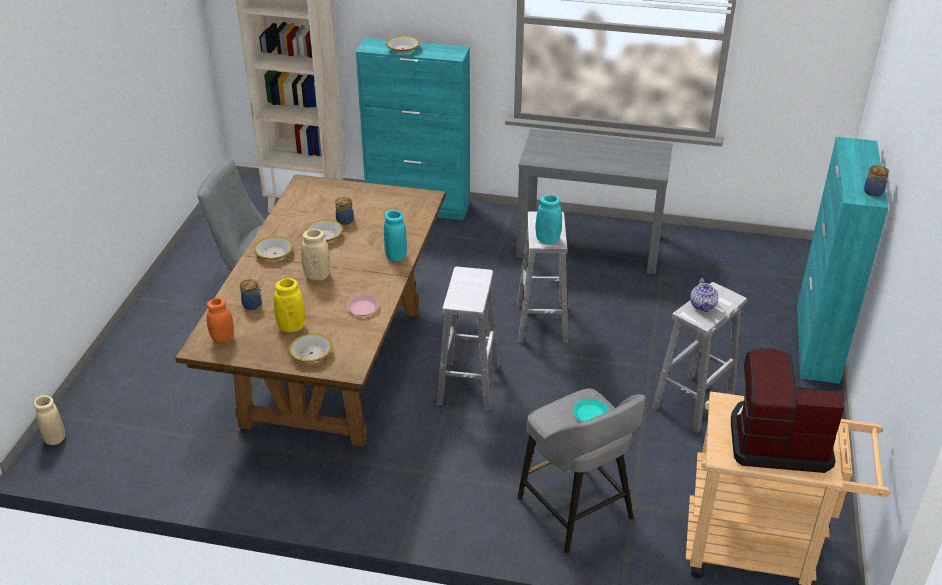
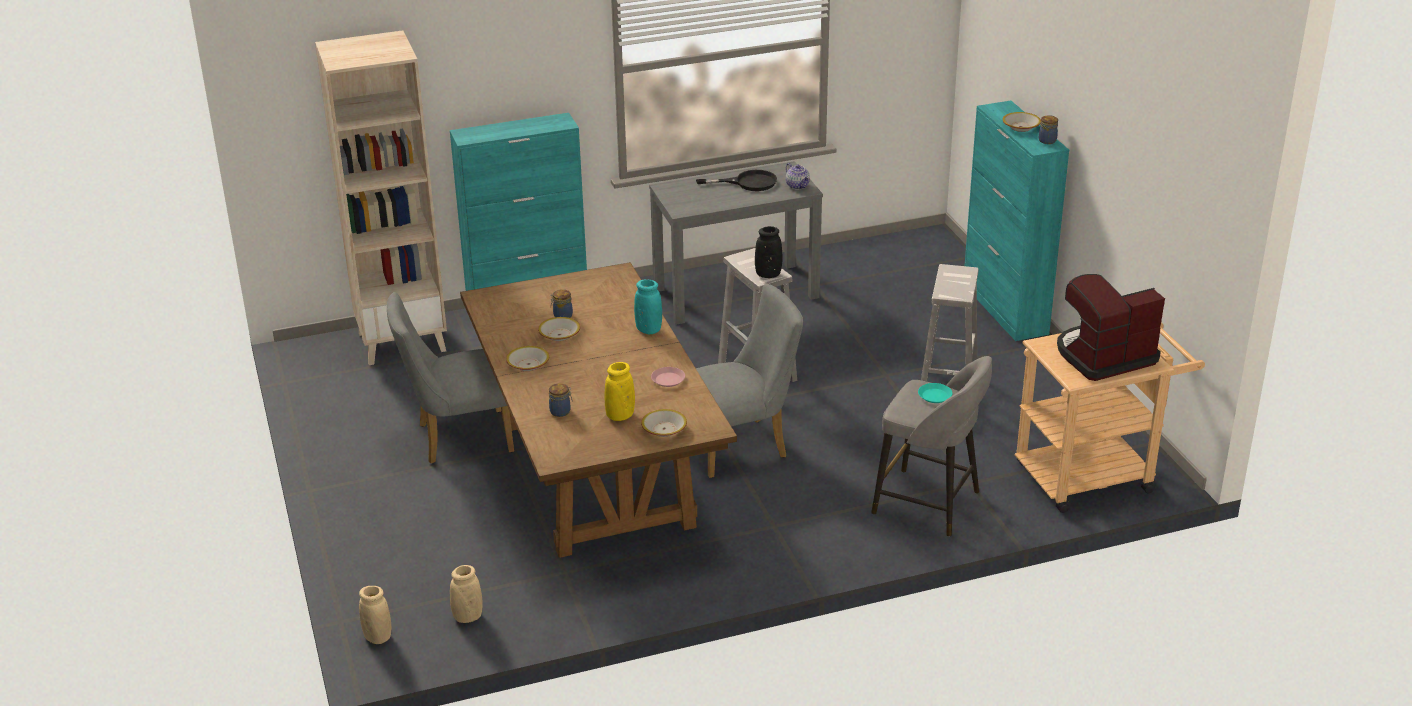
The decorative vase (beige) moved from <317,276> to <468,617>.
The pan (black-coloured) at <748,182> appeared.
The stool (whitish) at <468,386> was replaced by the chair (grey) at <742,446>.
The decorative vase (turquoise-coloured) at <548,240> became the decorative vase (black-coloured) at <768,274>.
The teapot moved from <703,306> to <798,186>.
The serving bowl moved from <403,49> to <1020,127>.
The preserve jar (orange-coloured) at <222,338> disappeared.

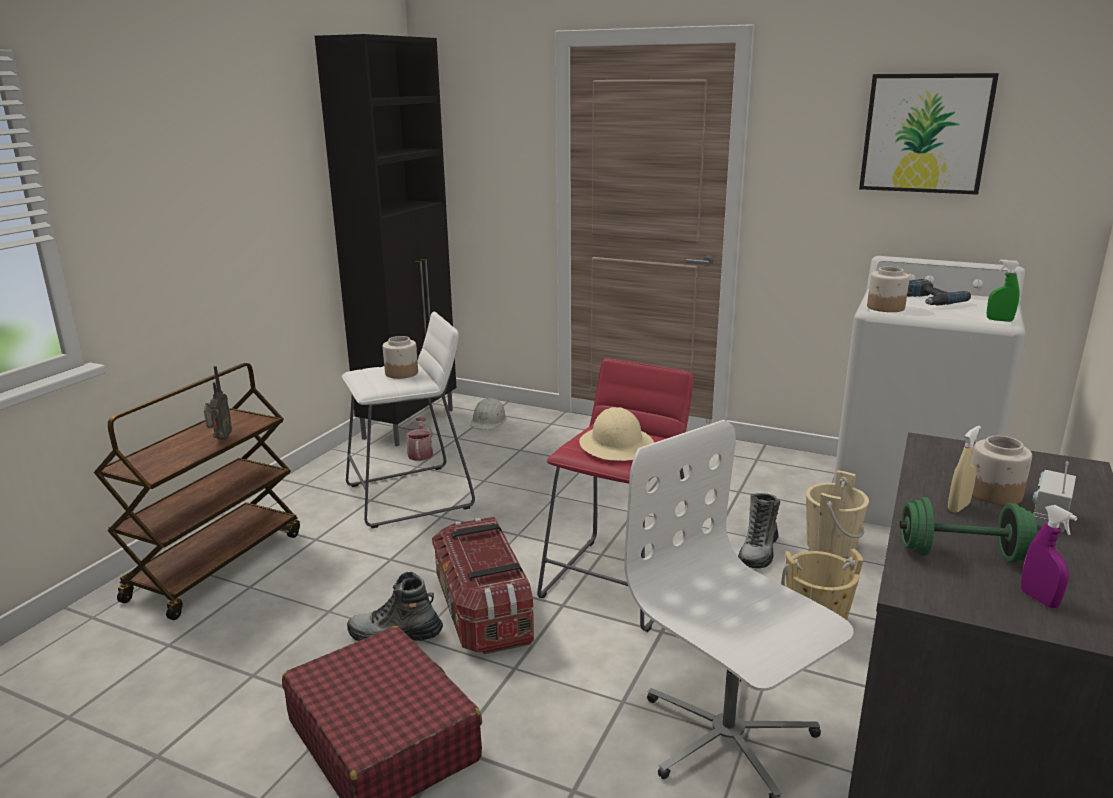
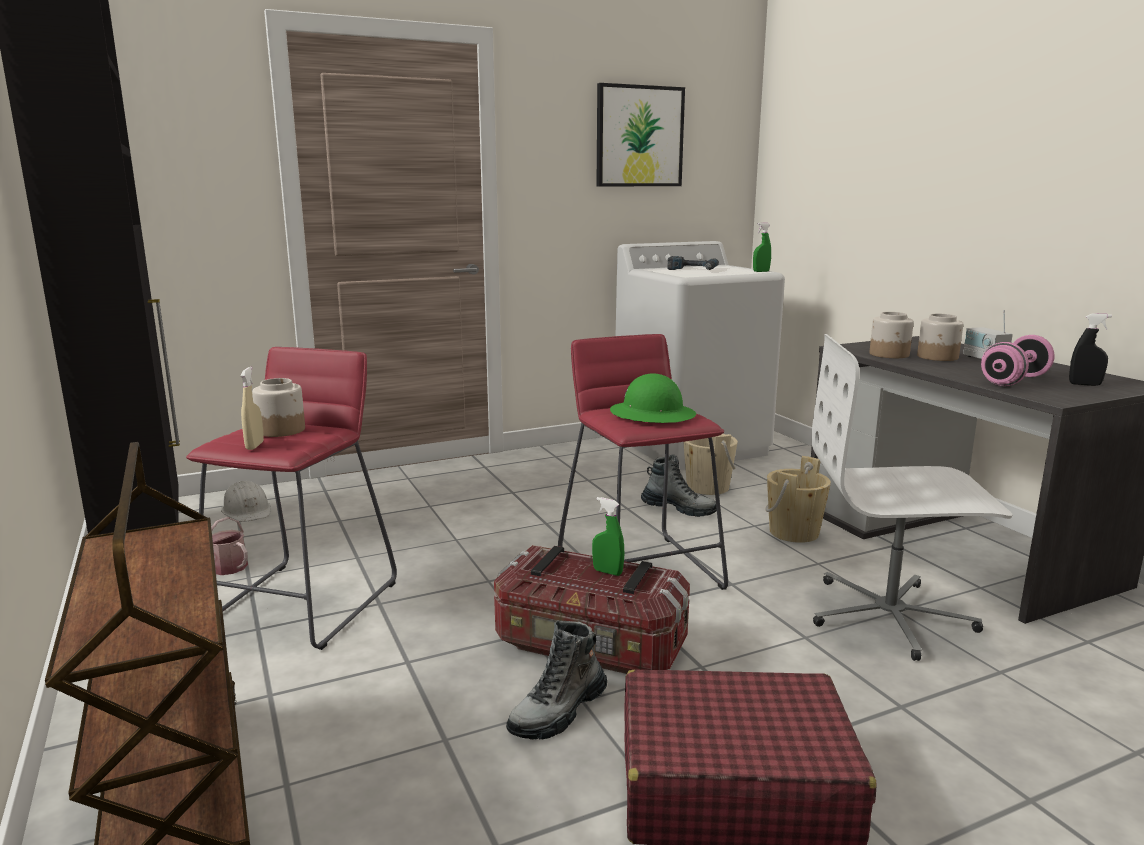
The stool (whitish) at <410,496> became the stool (red) at <302,604>.
The hand sprayer (beige) moved from <958,507> to <254,446>.
The hand sprayer (green-coloured) at <607,572> appeared.
The hard hat (beige) at <617,446> became the hard hat (green-coloured) at <652,415>.
The tall boot at <758,551> turned 45 degrees counterclockwise.
The preserve jar moved from <885,307> to <889,354>.
The hand weight (green-coloured) at <961,554> became the hand weight (pink-coloured) at <1014,380>.
The hand sprayer (purple) at <1039,599> became the hand sprayer (black-coloured) at <1085,384>.
The radio at <220,439> disappeared.

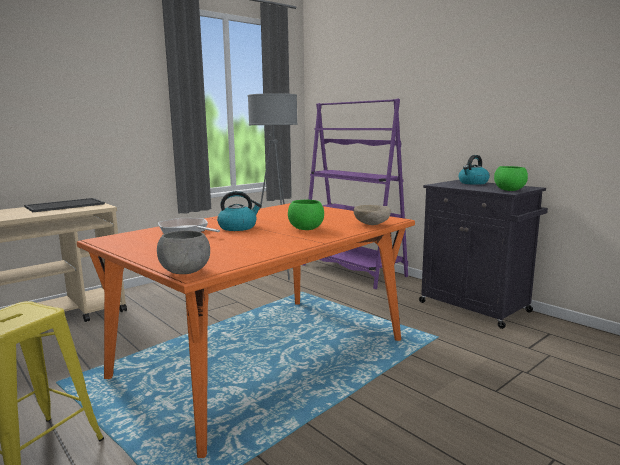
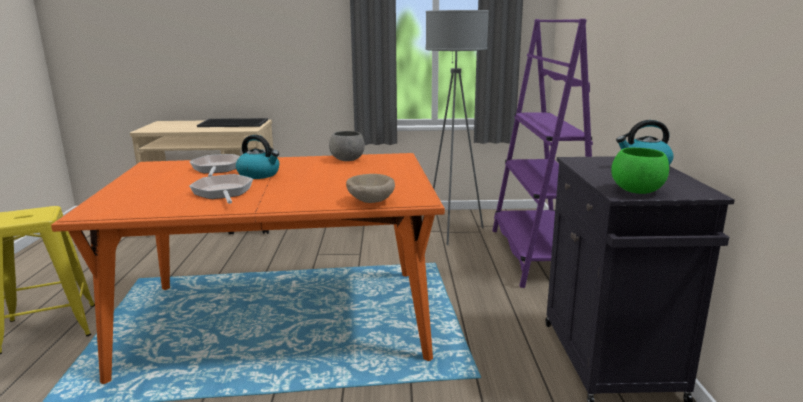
The pan at <223,193> appeared.
The serving bowl (grey) moved from <186,272> to <348,160>.
The serving bowl (green-coloured) at <306,229> disappeared.

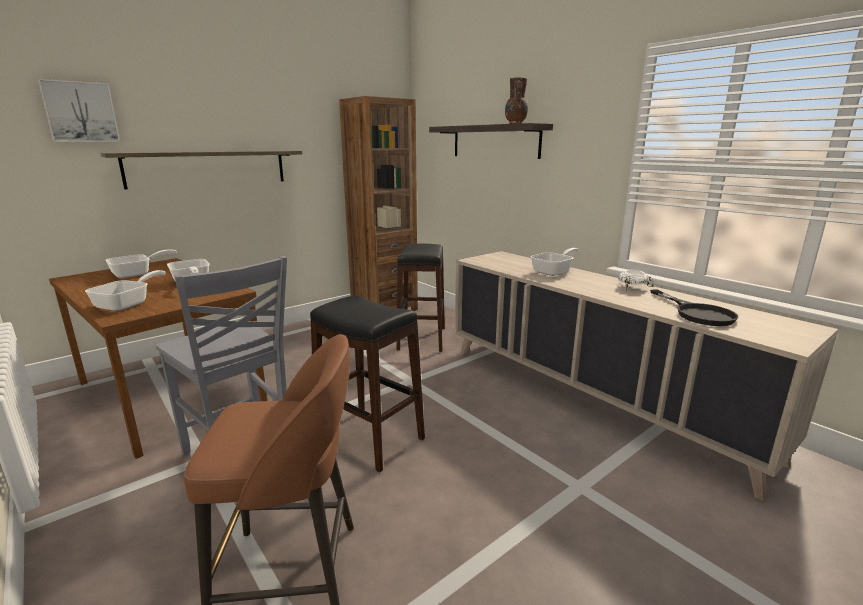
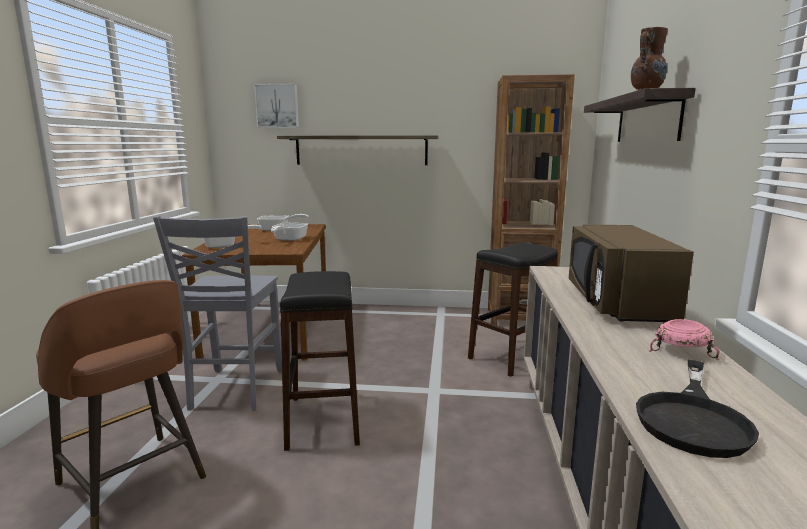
The pan at <554,271> was replaced by the kitchen microwave (brown) at <616,303>.
The serving bowl (whitish) at <632,287> became the serving bowl (pink-coloured) at <682,350>.

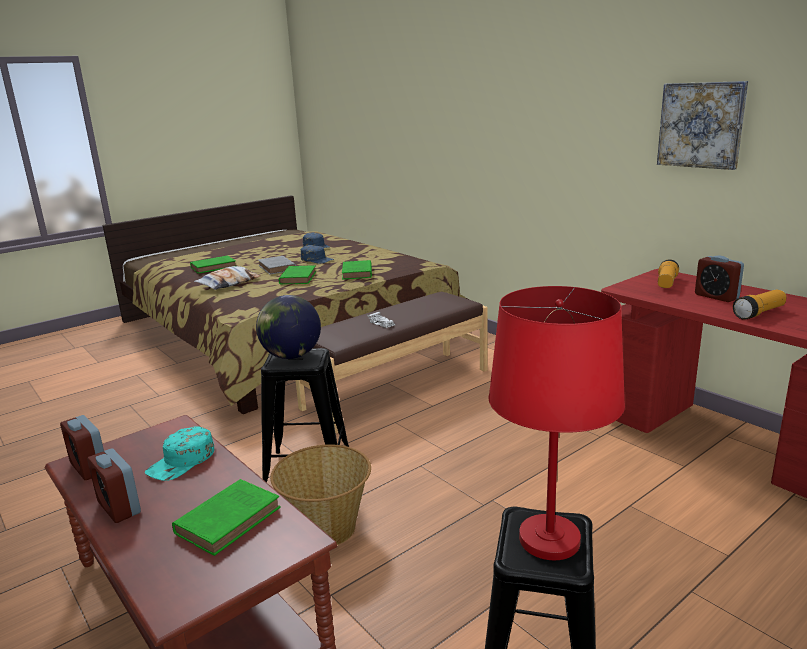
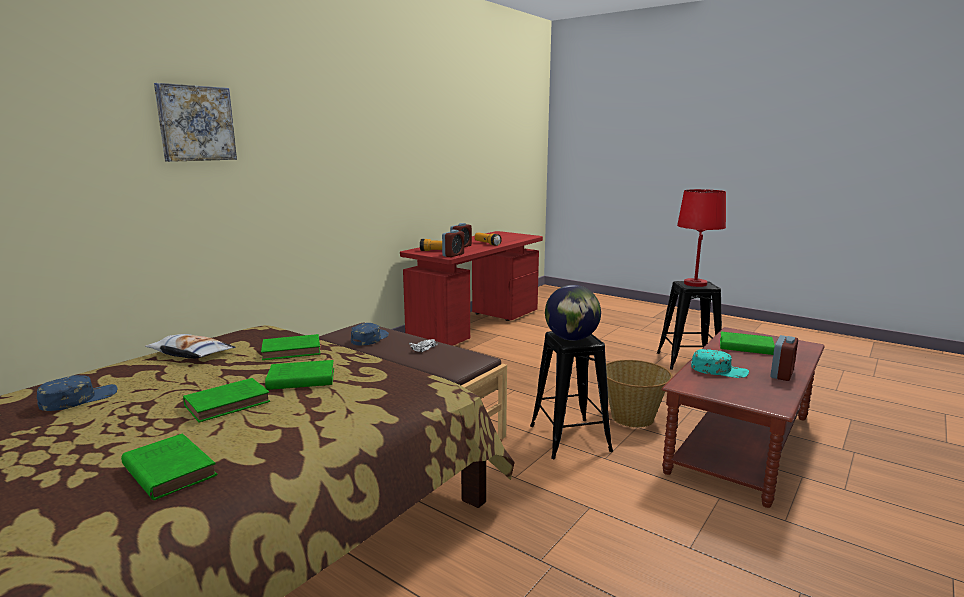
The cushion moved from <228,283> to <191,353>.
The wall picture moved from <701,125> to <196,123>.
The bound book (grey) at <277,268> became the bound book (green-coloured) at <229,403>.
The baseball cap (blue) moved from <317,259> to <369,338>.
The bedside clock moved from <89,468> to <453,255>.

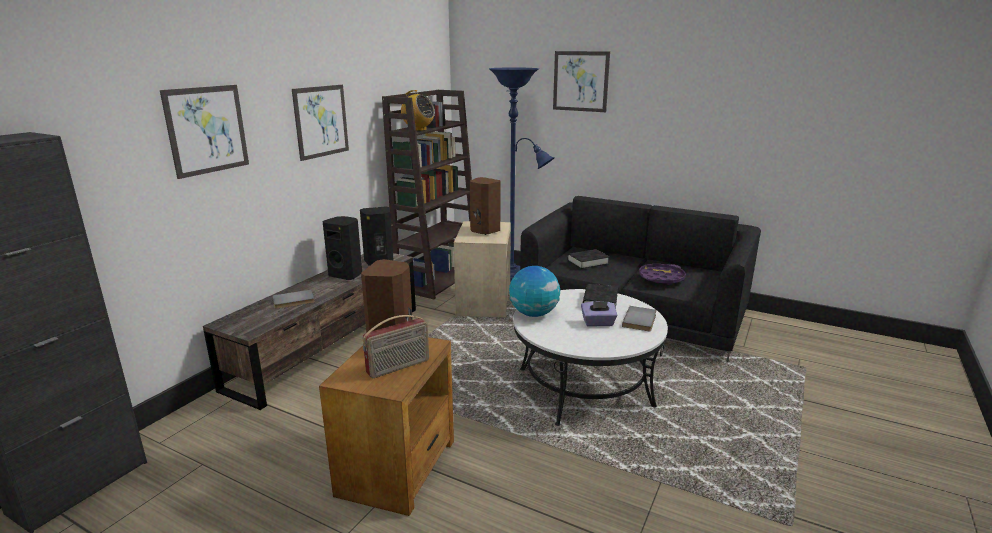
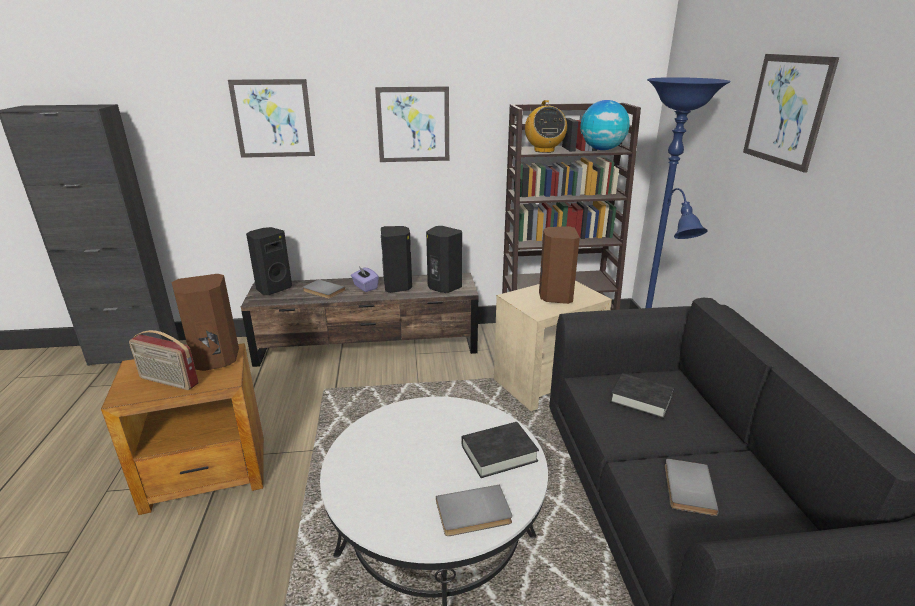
The loudspeaker (black-coloured) at <273,288> appeared.
The tissue box (purple) moved from <598,323> to <365,287>.
The world globe moved from <533,314> to <602,149>.
The serving tray (purple) at <661,278> was replaced by the bound book (grey) at <686,488>.

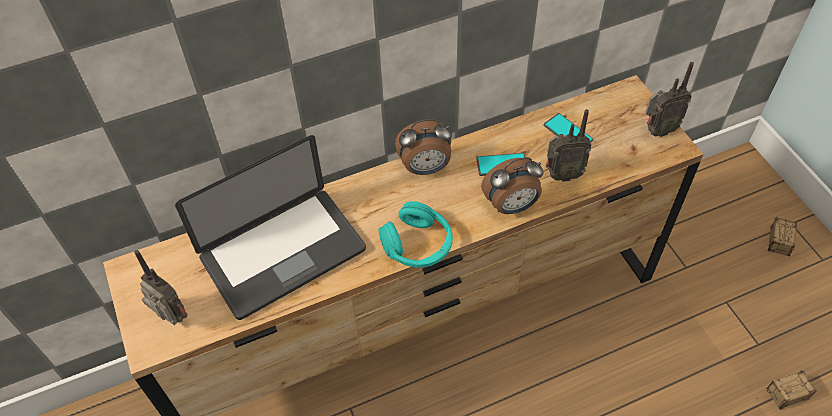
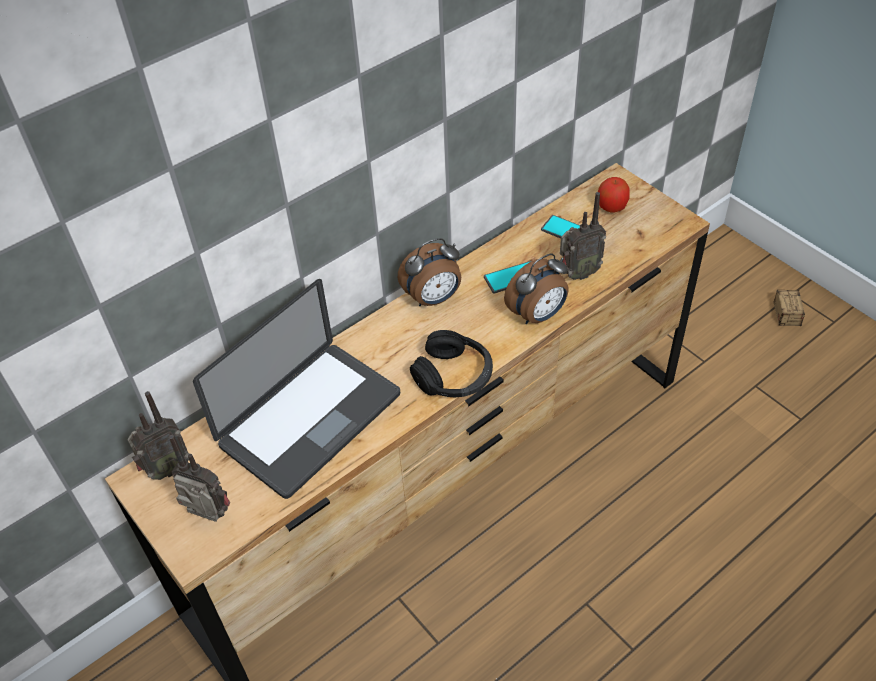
The radio moved from <657,130> to <166,469>.
The pair of headphones (turquoise-coloured) at <418,245> became the pair of headphones (black-coloured) at <454,376>.
The whole apple at <612,207> appeared.
The storage bin at <766,401> disappeared.

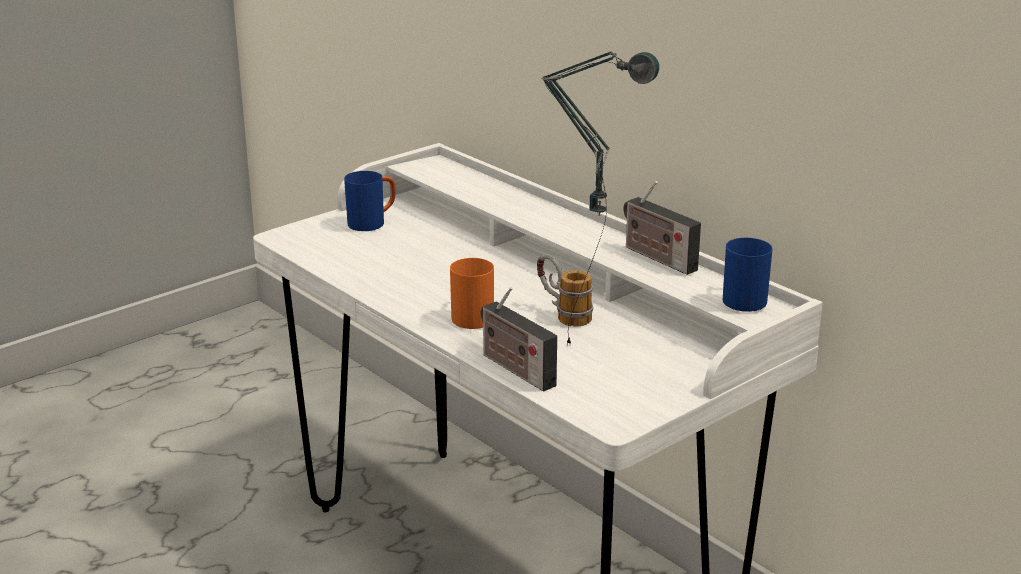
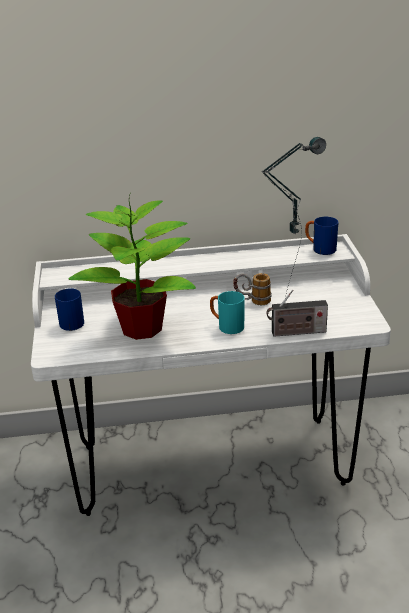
The potted plant at <143,328> appeared.
The mug (orange-coloured) at <472,316> became the mug (turquoise-coloured) at <226,326>.
The radio at <656,257> disappeared.

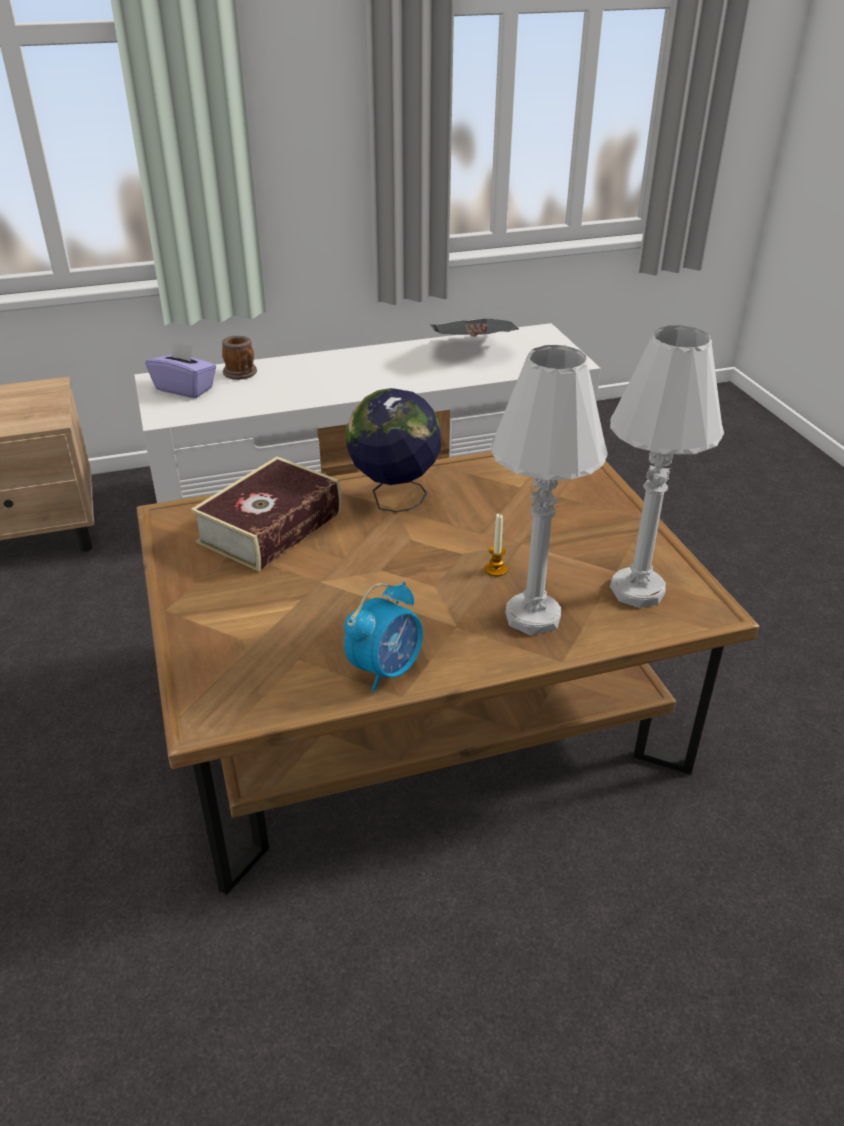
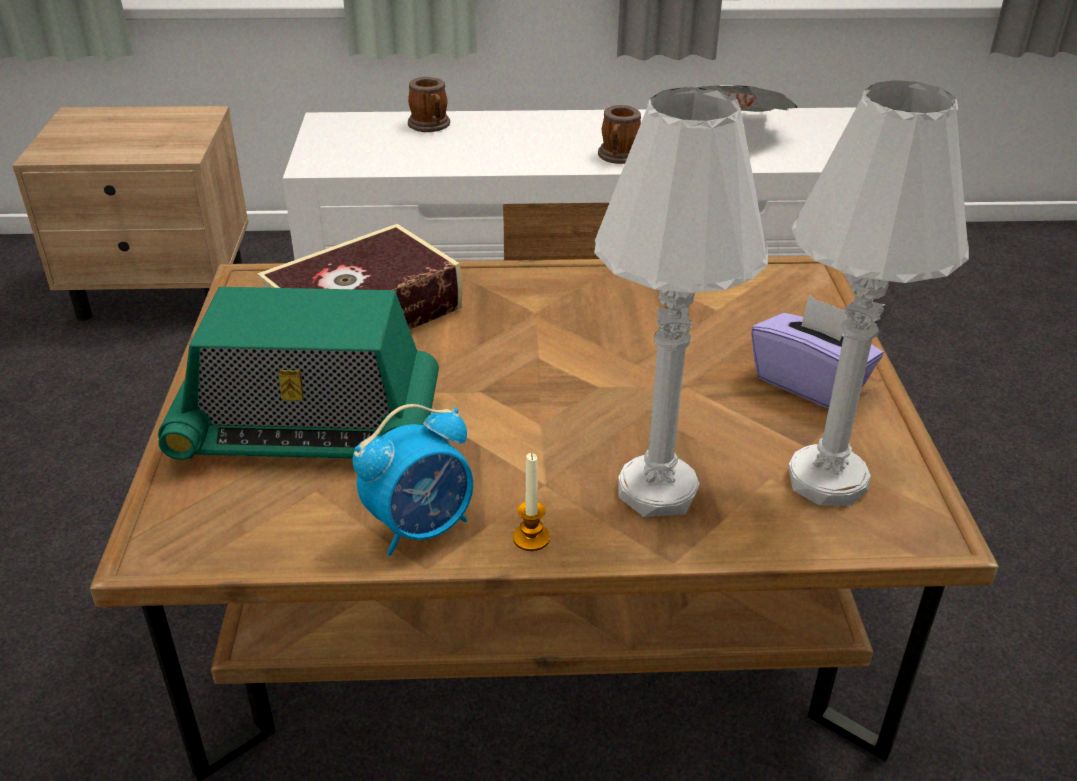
The radio at <308,427> appeared.
The candle moved from <496,569> to <531,538>.
The mug at <619,157> appeared.
The tissue box (purple) moved from <185,389> to <809,383>.
The world globe at <394,500> disappeared.

